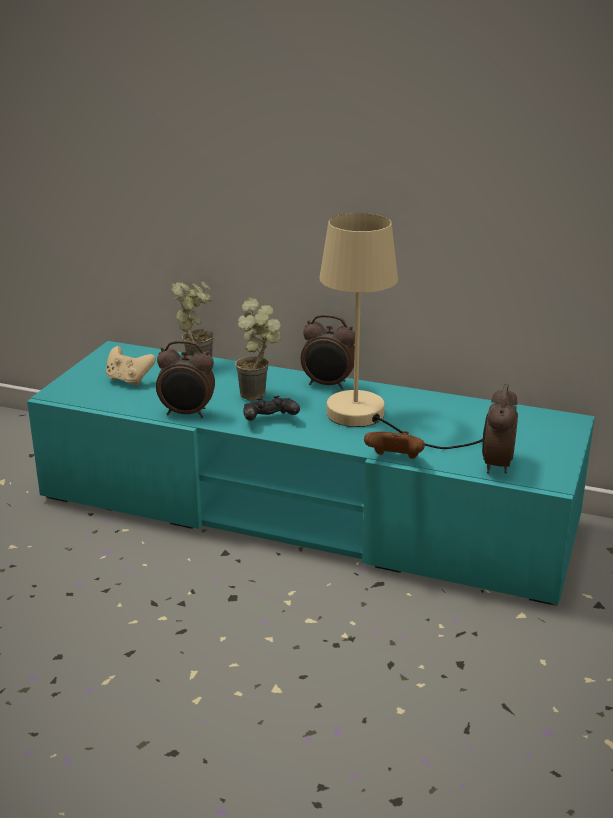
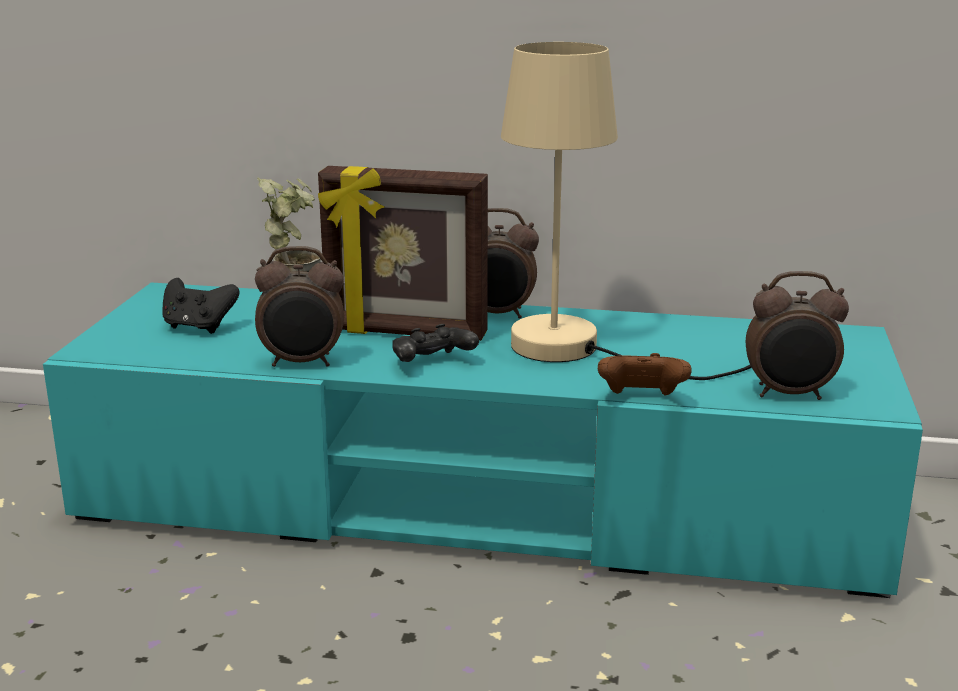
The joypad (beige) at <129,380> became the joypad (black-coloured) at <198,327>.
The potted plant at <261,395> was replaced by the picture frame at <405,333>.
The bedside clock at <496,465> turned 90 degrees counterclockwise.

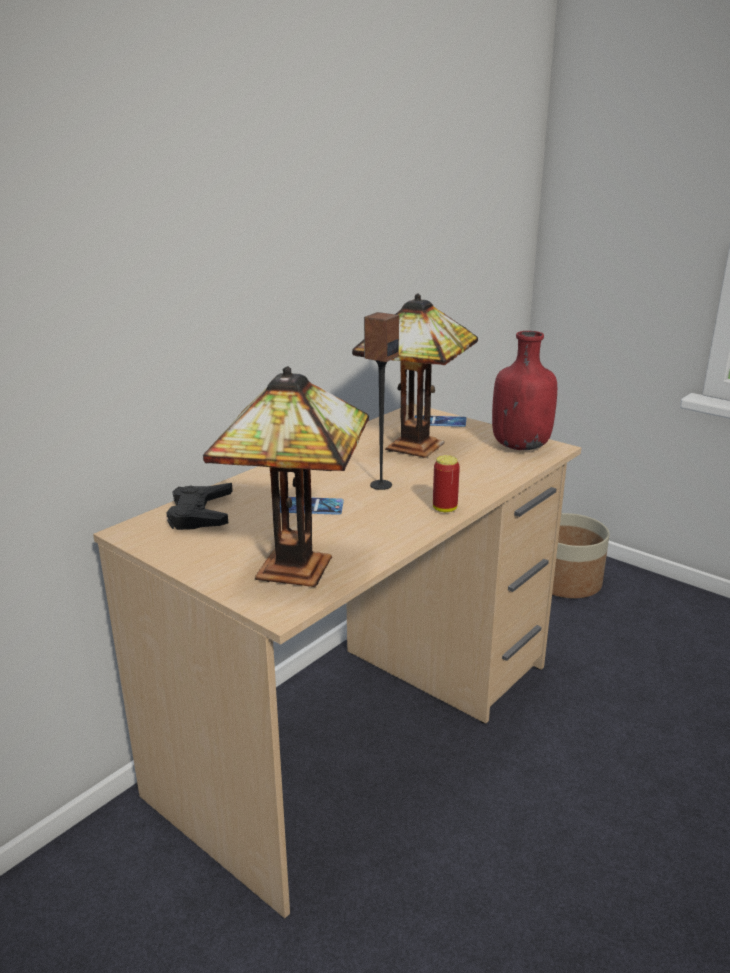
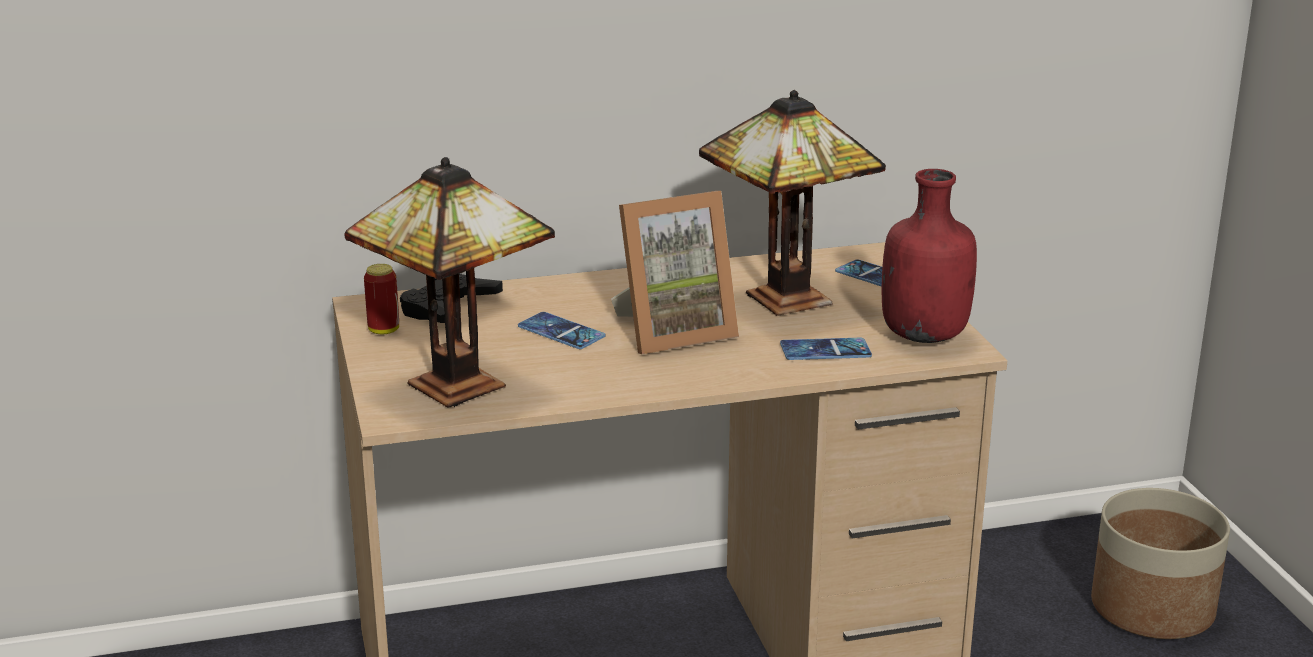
The can moved from <444,509> to <384,330>.
The loudspeaker at <380,485> was replaced by the picture frame at <673,331>.
The handset at <825,350> appeared.

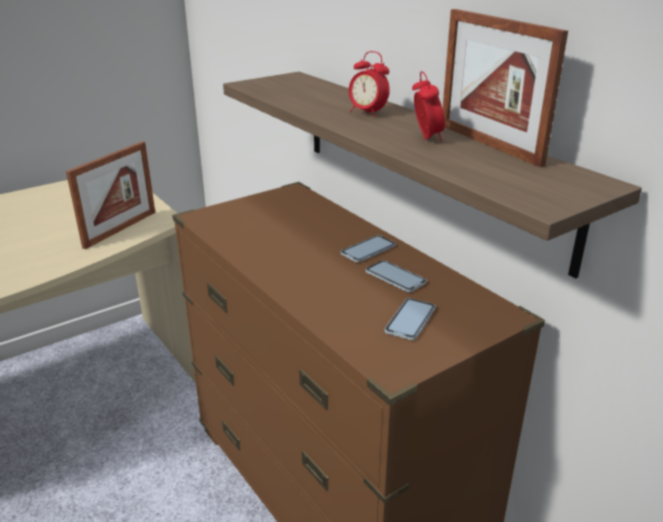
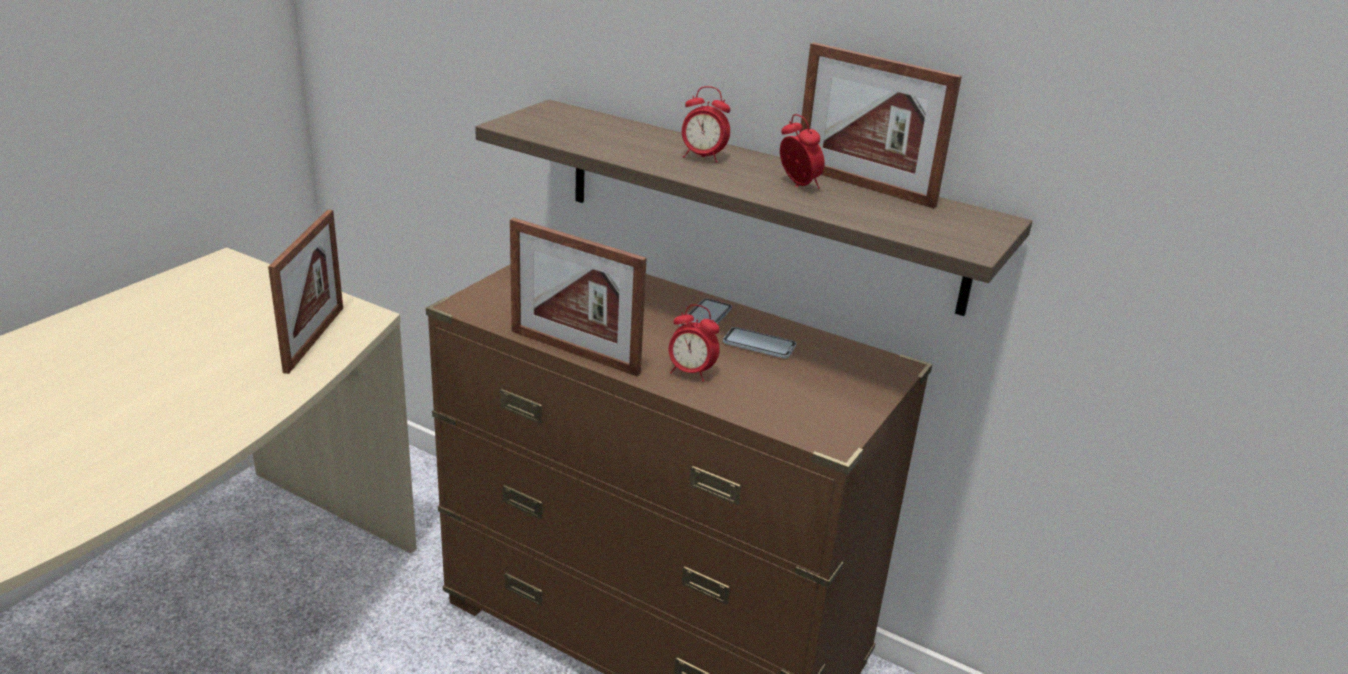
The picture frame at <574,352> appeared.
The bedside clock at <690,373> appeared.
The handset at <410,320> disappeared.

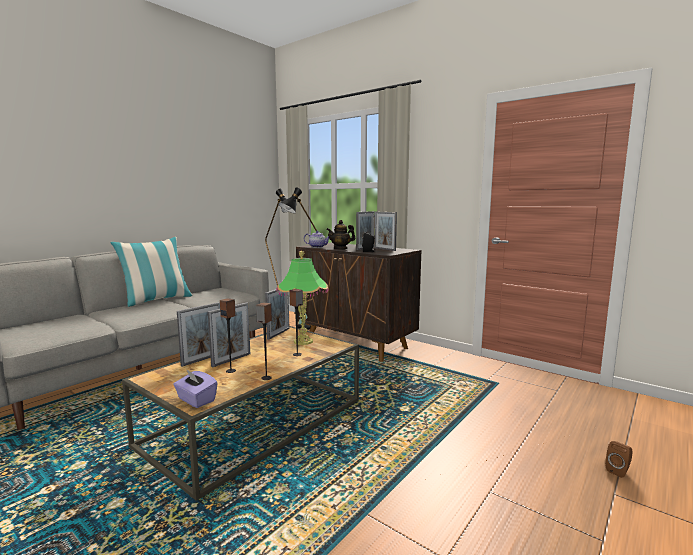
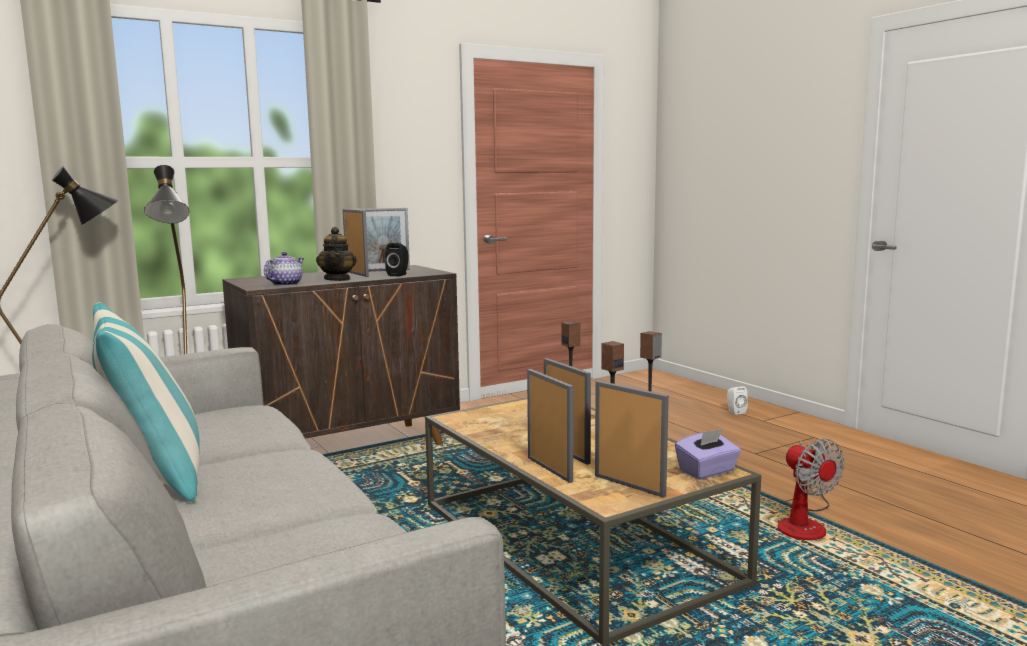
The picture frame moved from <278,334> to <629,485>.
The loudspeaker (brown) at <618,471> became the loudspeaker (whitish) at <735,411>.
The cooling fan at <804,524> appeared.
The table lamp at <303,341> disappeared.

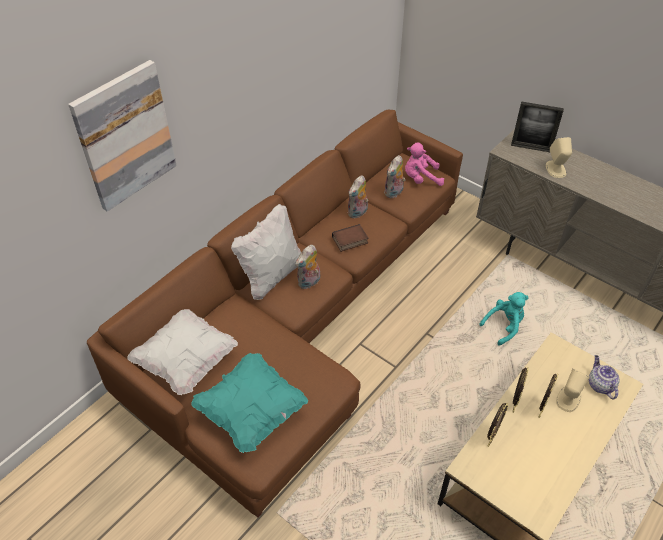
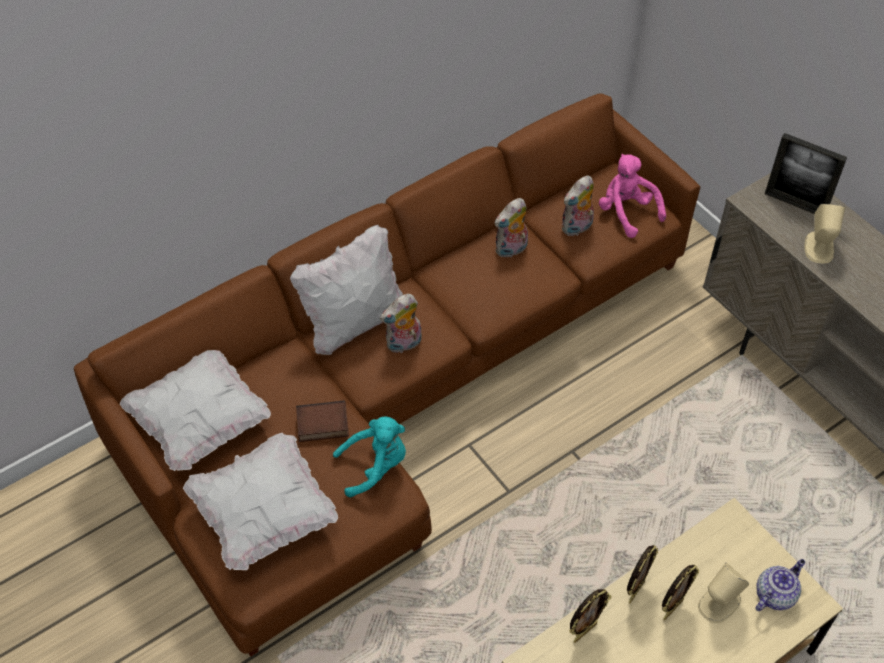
The cushion (turquoise-coloured) at <252,412> became the cushion (whitish) at <264,514>.
The bound book moved from <350,241> to <322,425>.
The cuddly toy (turquoise-coloured) moved from <504,326> to <375,466>.
The cuddly toy (pink-coloured) at <420,179> turned 45 degrees clockwise.
The teapot at <599,385> turned 45 degrees clockwise.
The wall picture at <125,136> disappeared.

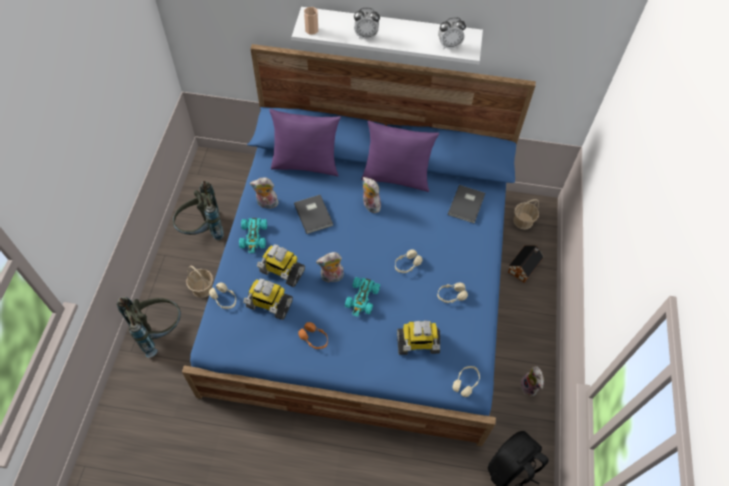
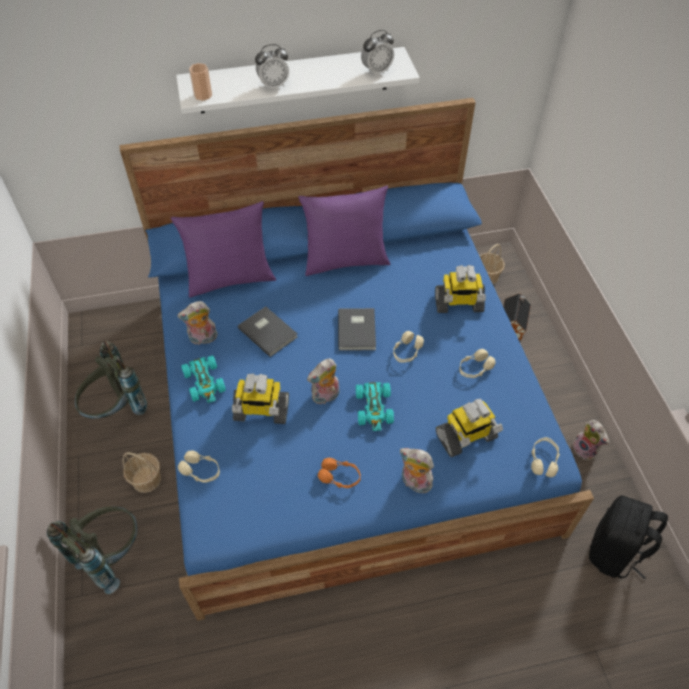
The bound book (grey) moved from <467,204> to <358,330>.
The cuddly toy moved from <370,205> to <414,483>.
The robot figure moved from <269,305> to <458,304>.

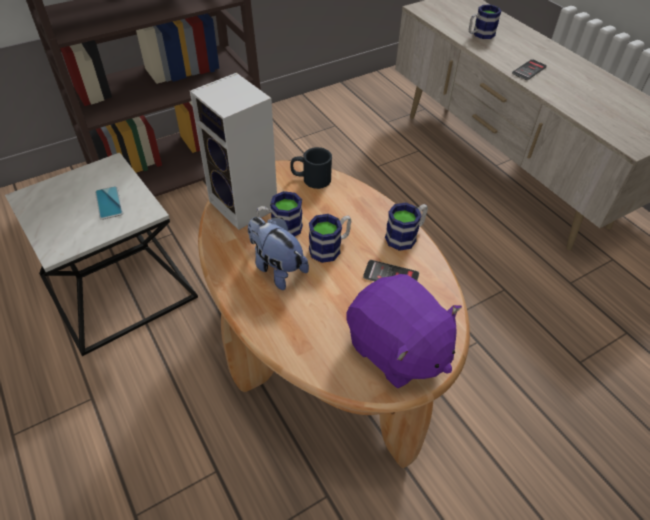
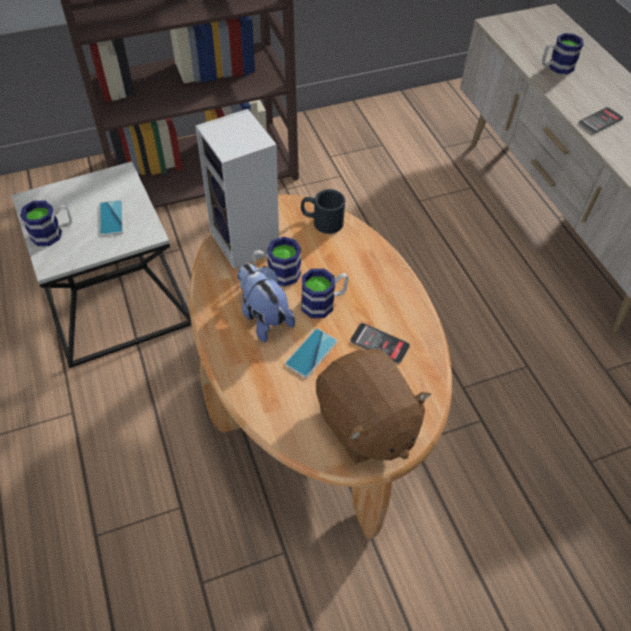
The mug moved from <406,236> to <53,233>.
The handset at <311,353> appeared.
The cuddly toy (purple) at <397,350> became the cuddly toy (brown) at <365,424>.

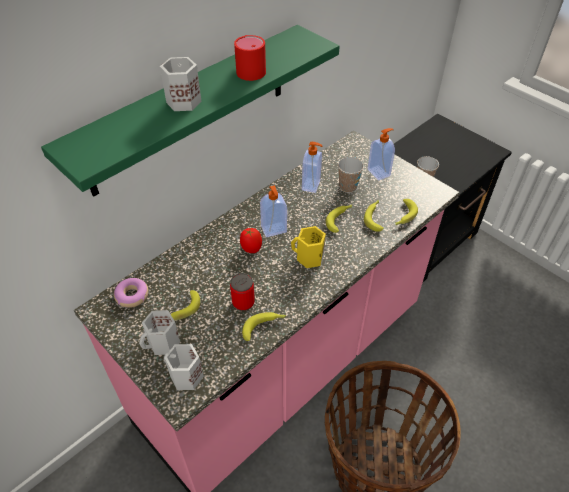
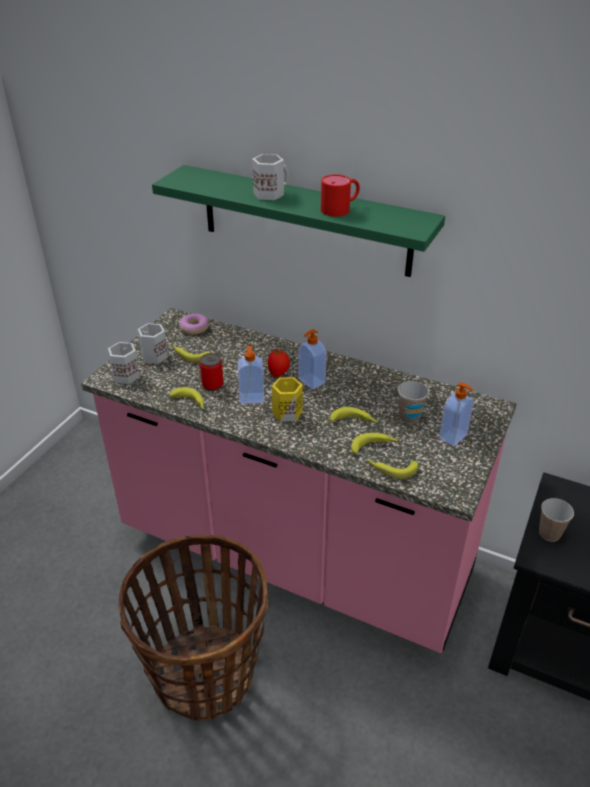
The soap dispenser moved from <311,185> to <252,399>.

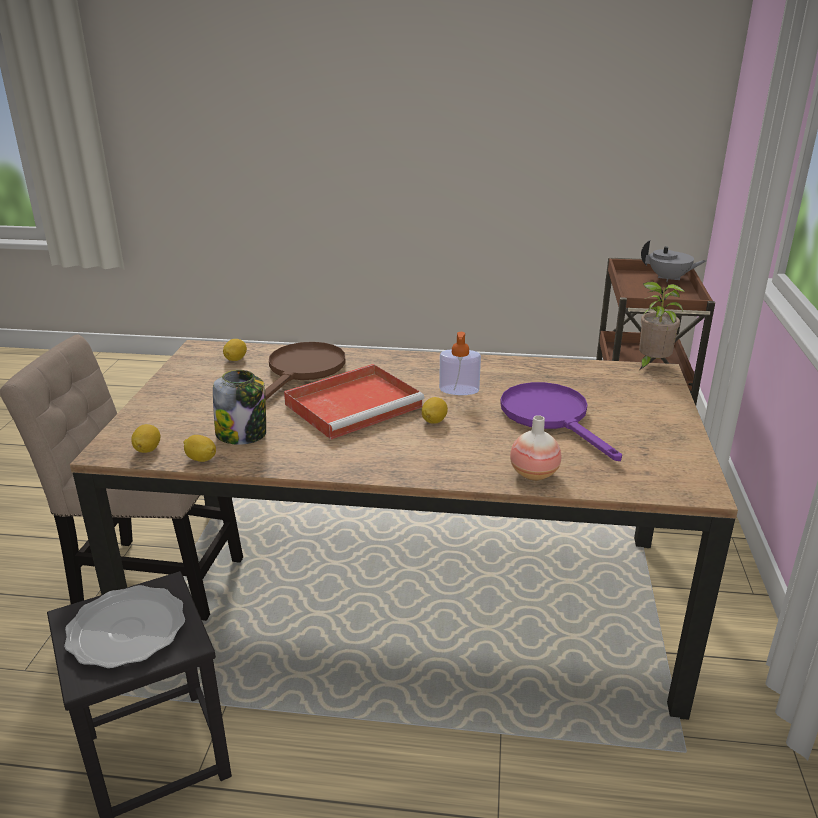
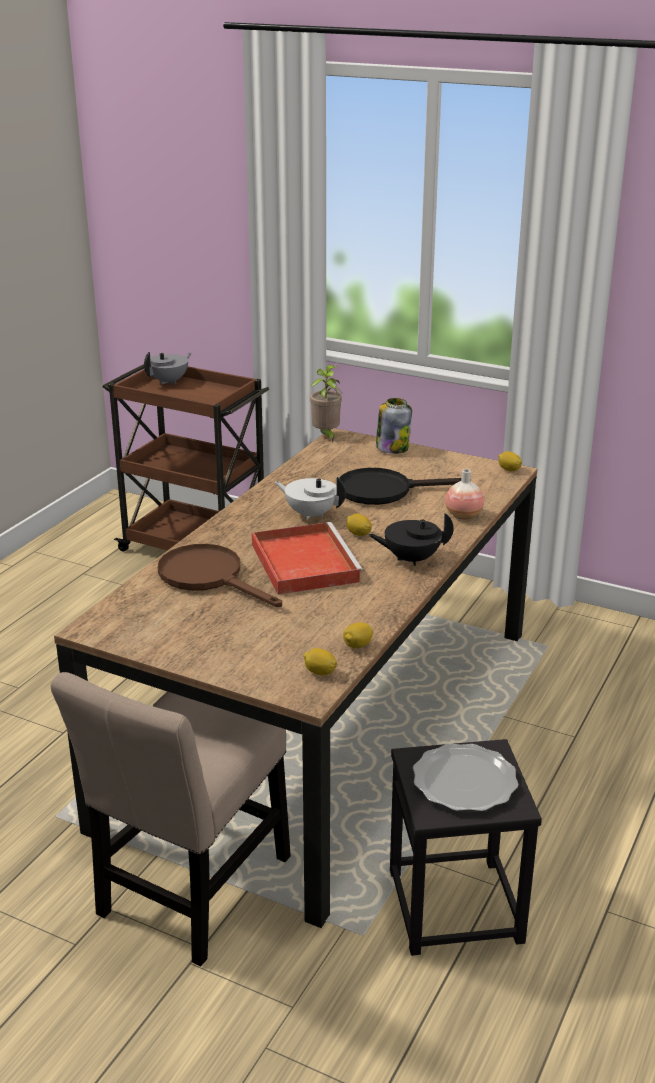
The soap dispenser at <459,390> was replaced by the teapot (whitish) at <310,514>.
The pan (purple) at <551,417> became the pan (black-coloured) at <384,490>.
The teapot (black-coloured) at <411,559> appeared.
The preserve jar moved from <242,434> to <392,448>.
The citrus fruit moved from <235,359> to <509,470>.

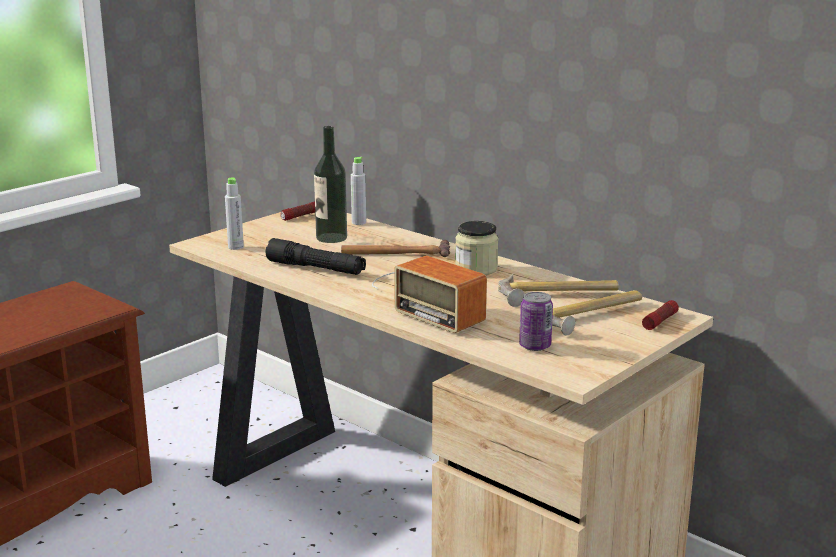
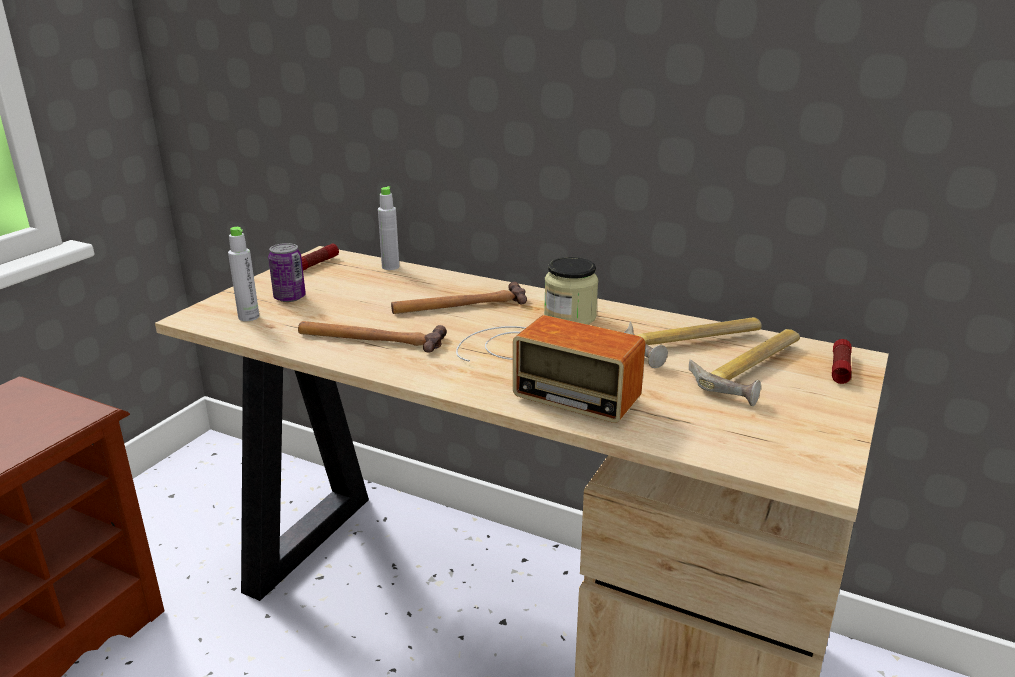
The can moved from <535,346> to <289,298>.
The hand torch (black-coloured) at <316,268> was replaced by the hand hammer at <370,339>.
The beverage bottle at <331,238> disappeared.

